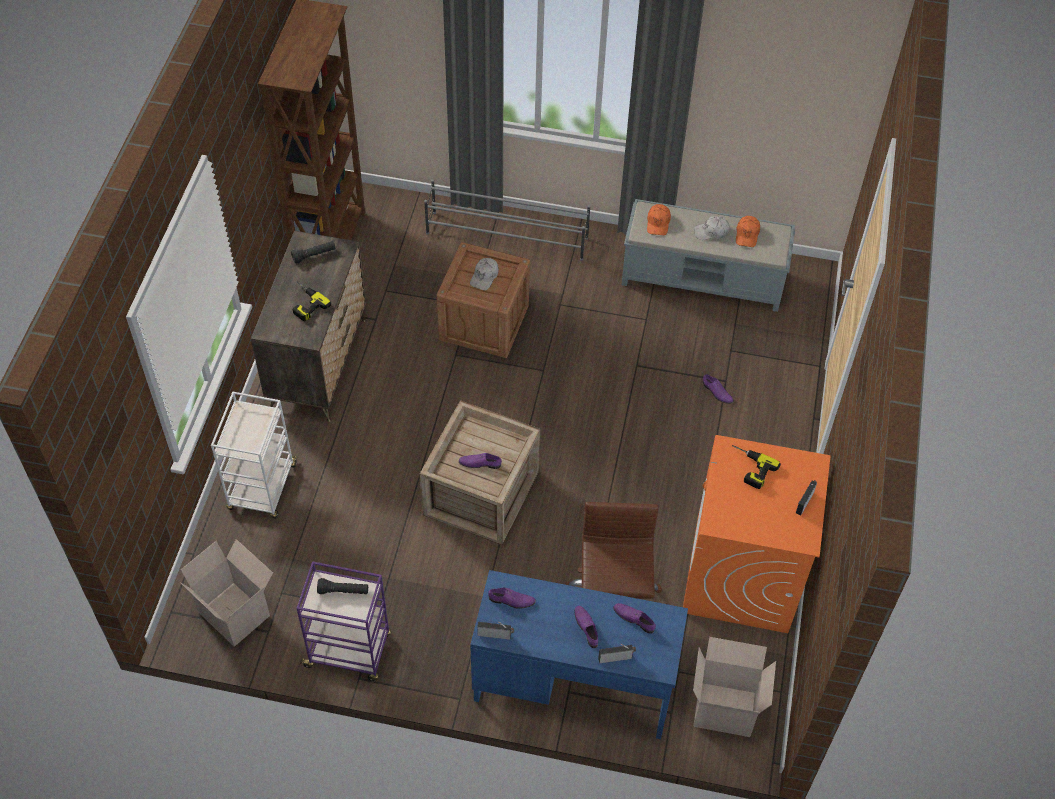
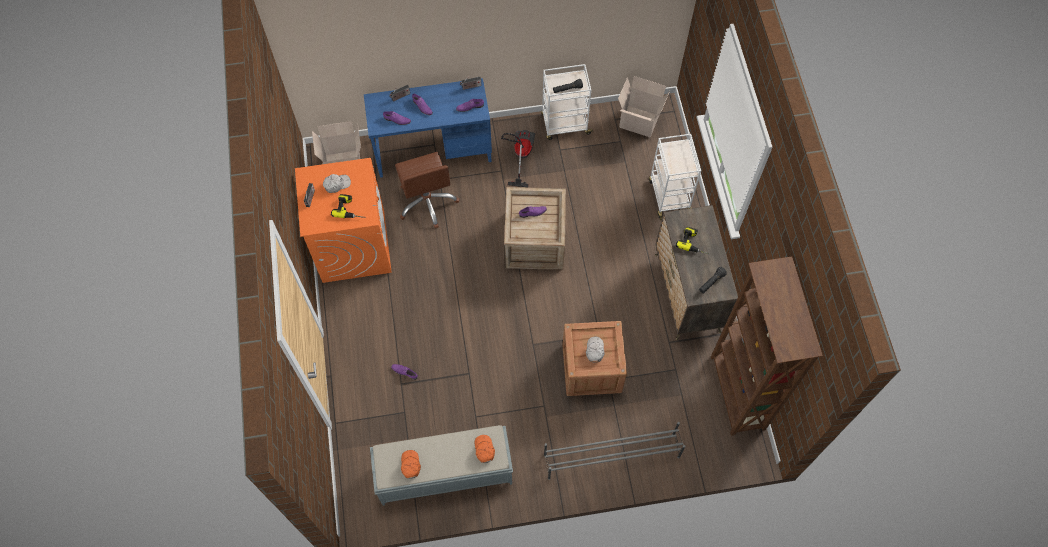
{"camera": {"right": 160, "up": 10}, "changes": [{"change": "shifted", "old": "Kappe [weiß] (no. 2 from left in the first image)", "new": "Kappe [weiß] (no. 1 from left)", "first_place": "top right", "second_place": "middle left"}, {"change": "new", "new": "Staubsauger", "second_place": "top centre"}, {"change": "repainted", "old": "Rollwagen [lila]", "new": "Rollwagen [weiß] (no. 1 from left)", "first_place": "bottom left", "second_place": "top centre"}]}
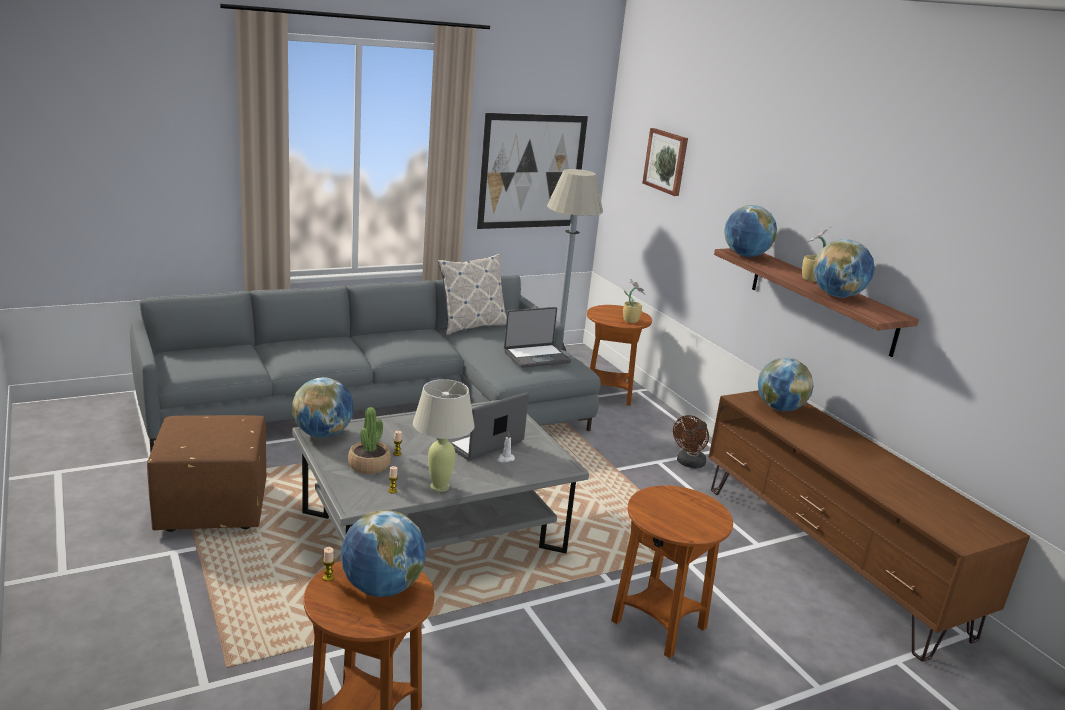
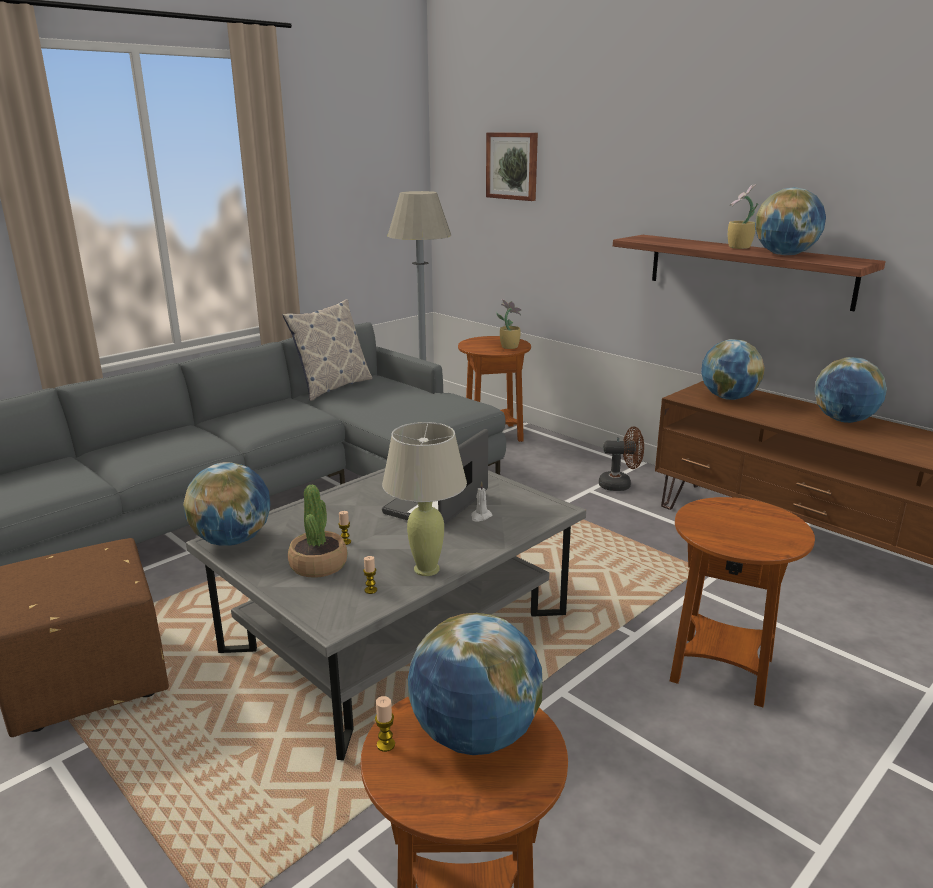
{"camera": {"right": -15, "up": 0}, "changes": [{"change": "rotated", "old": "Ventilator [braun]", "first_place": "centre", "second_place": "centre", "degrees": -105}, {"change": "shifted", "old": "Globus (no. 3 from left in the first image)", "new": "Globus (no. 5 from left)", "first_place": "top right", "second_place": "middle right"}, {"change": "gone", "old": "Bild (no. 1 from left)", "first_place": "top centre"}, {"change": "gone", "old": "Laptop (no. 2 from left)", "first_place": "centre"}]}
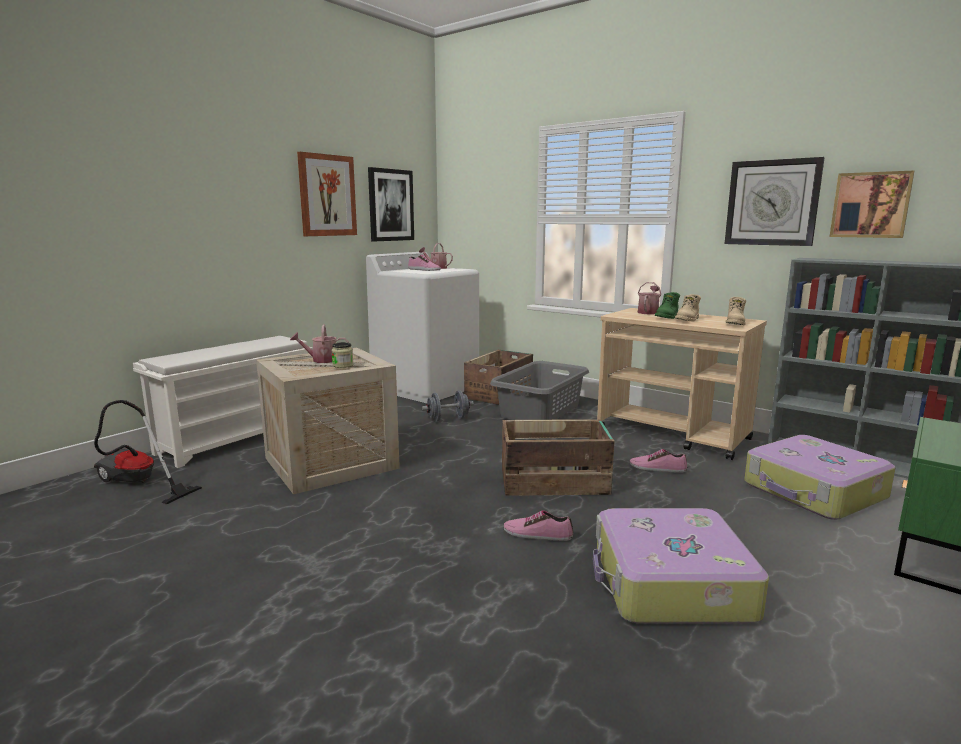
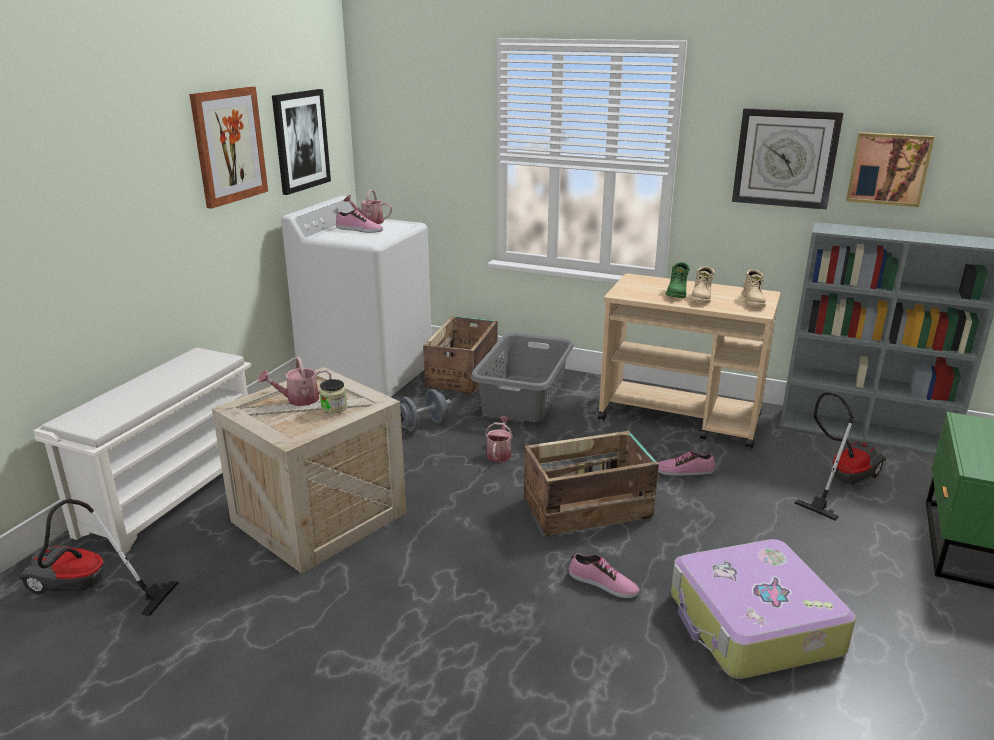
{"camera": {"right": -15, "up": 10}, "changes": [{"change": "shifted", "old": "Gießkanne (no. 3 from left)", "first_place": "middle right", "second_place": "centre"}, {"change": "rotated", "old": "Schuh (no. 2 from left)", "first_place": "bottom centre", "second_place": "bottom centre", "degrees": -150}, {"change": "swapped", "old": "Koffer (no. 2 from left)", "new": "Staubsauger (no. 2 from left)", "first_place": "middle right", "second_place": "middle right"}]}
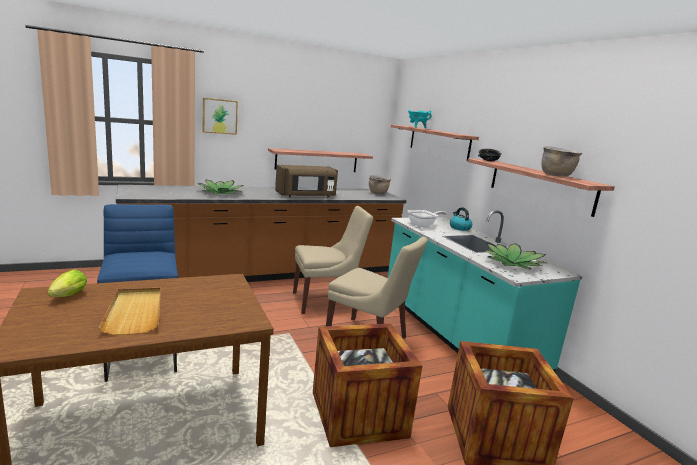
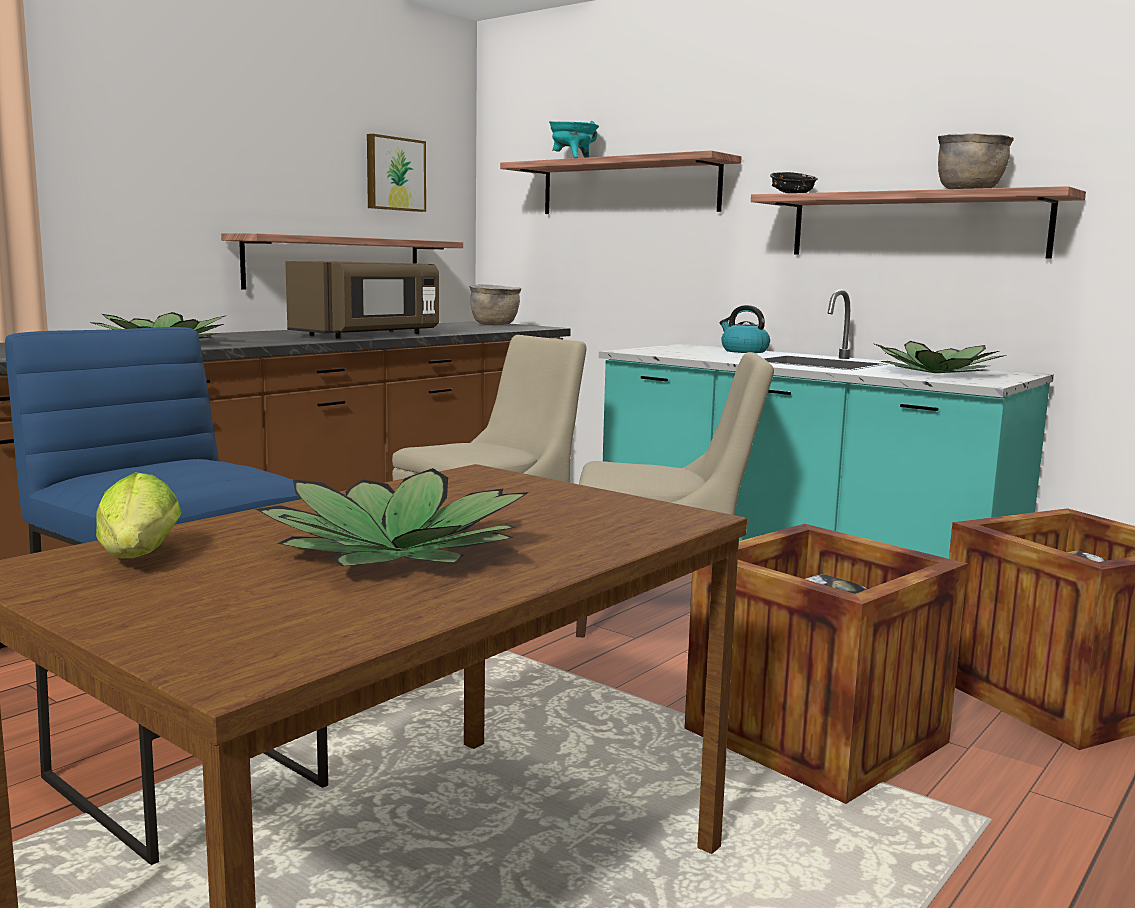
{"camera": {"right": -25, "up": -5}, "changes": [{"change": "swapped", "old": "Tablett [beige]", "new": "Topfpflanze (no. 2 from left)", "first_place": "bottom left", "second_place": "centre"}, {"change": "shifted", "old": "Bild", "first_place": "top left", "second_place": "top centre"}, {"change": "gone", "old": "Pfanne", "first_place": "centre"}]}
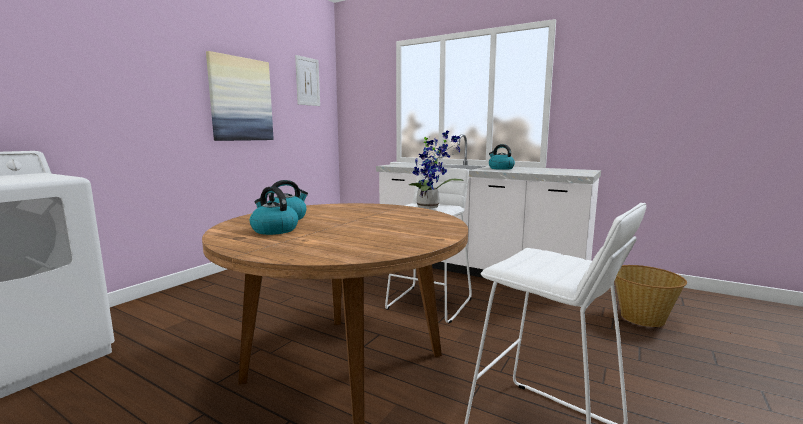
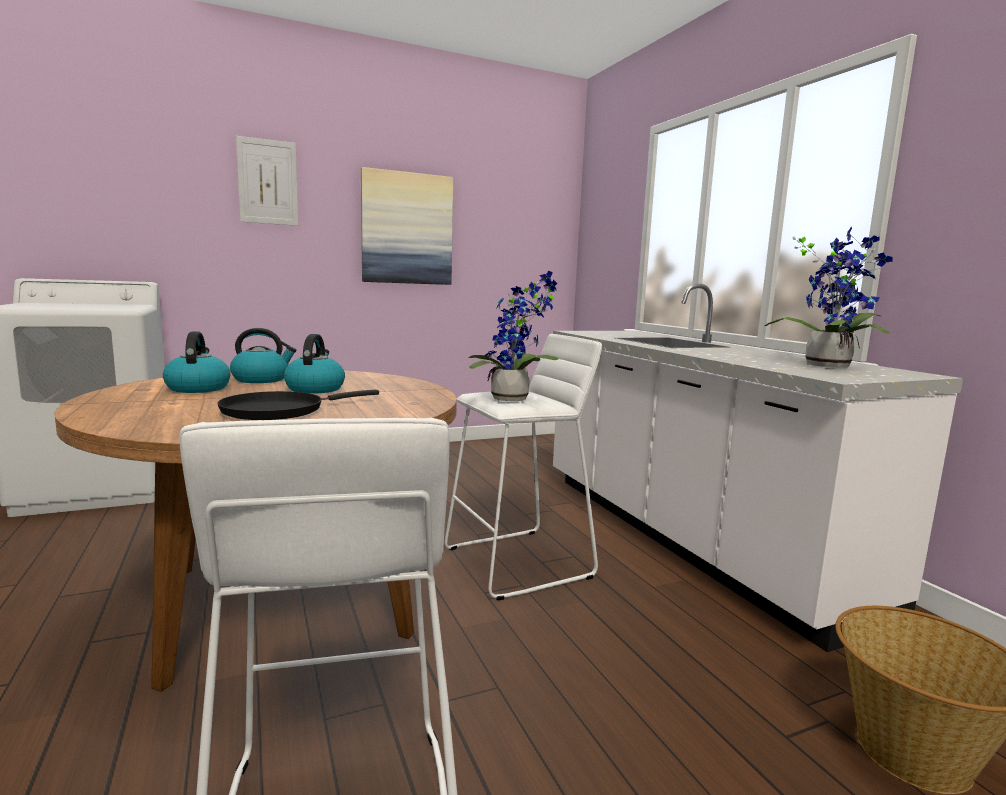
{"camera": {"right": 35, "up": 0}, "changes": [{"change": "new", "new": "Pfanne [schwarz]", "second_place": "middle left"}, {"change": "shifted", "old": "Bild (no. 2 from left in the first image)", "new": "Bild (no. 1 from left)", "first_place": "top centre", "second_place": "top left"}, {"change": "shifted", "old": "Wasserkessel (no. 3 from left)", "first_place": "centre", "second_place": "middle left"}, {"change": "new", "new": "Topfpflanze (no. 2 from left)", "second_place": "middle right"}]}
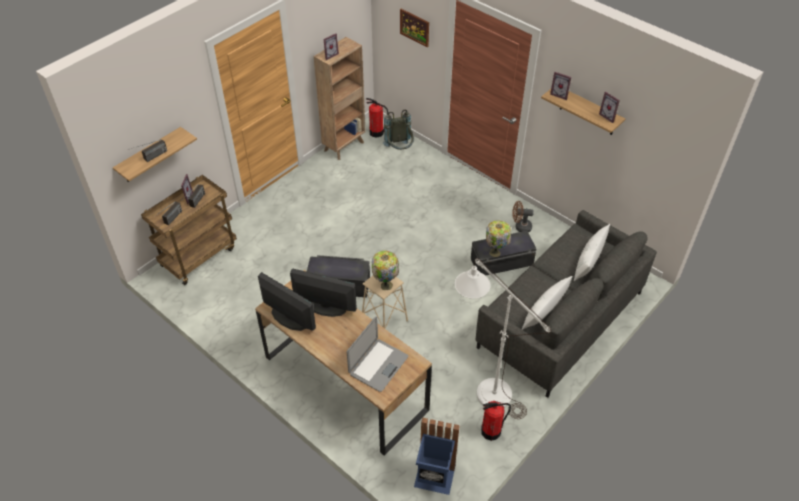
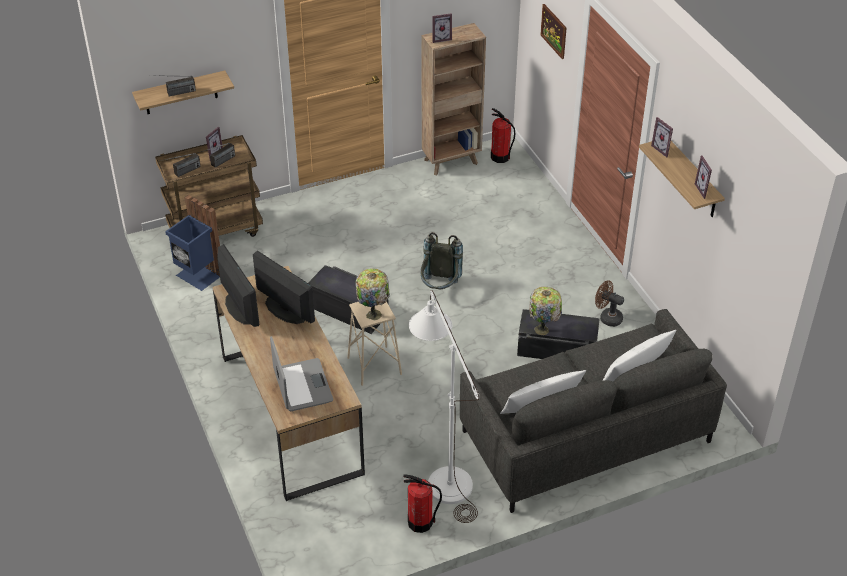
{"camera": {"right": 25, "up": -5}, "changes": [{"change": "shifted", "old": "Mülleimer [blau]", "first_place": "bottom centre", "second_place": "middle left"}, {"change": "rotated", "old": "Laptop", "first_place": "bottom centre", "second_place": "centre", "degrees": -75}, {"change": "shifted", "old": "Rucksack [grau]", "first_place": "top centre", "second_place": "centre"}]}
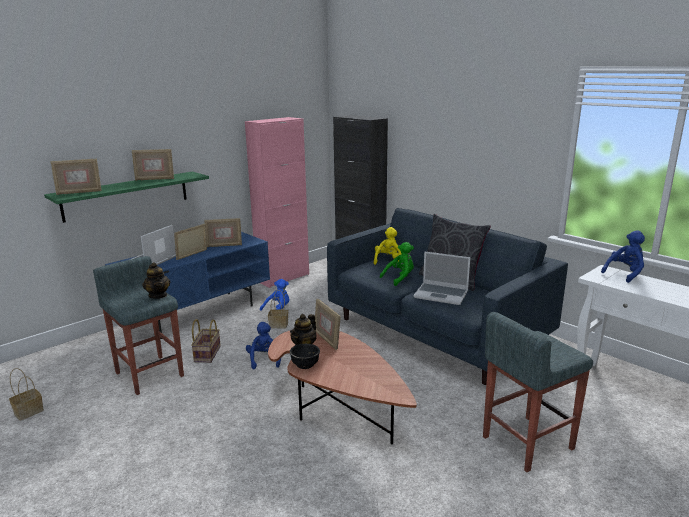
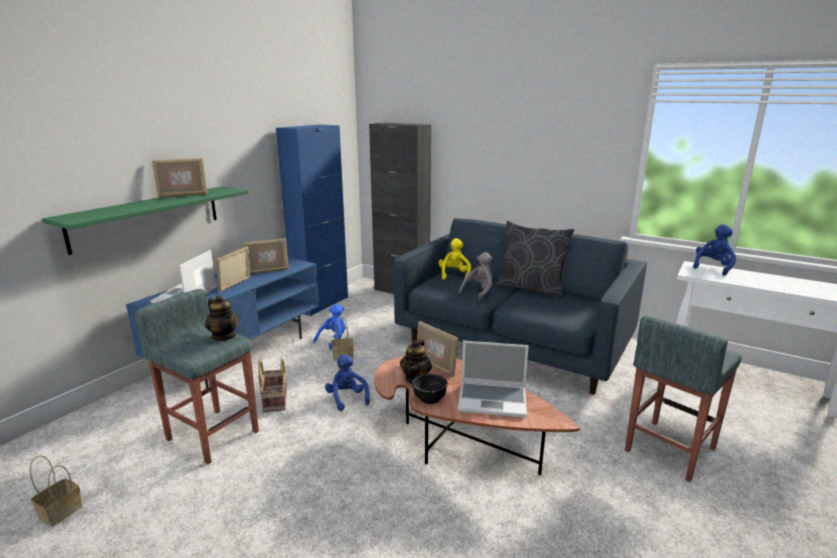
{"camera": {"right": -15, "up": 0}, "changes": [{"change": "repainted", "old": "Schrank [rosa]", "new": "Schrank [blau]", "first_place": "centre", "second_place": "centre"}, {"change": "shifted", "old": "Laptop (no. 2 from left)", "first_place": "centre", "second_place": "bottom centre"}, {"change": "repainted", "old": "Plüschtier [grün]", "new": "Plüschtier [grau]", "first_place": "centre", "second_place": "centre"}, {"change": "gone", "old": "Bilderrahmen (no. 1 from left)", "first_place": "middle left"}]}
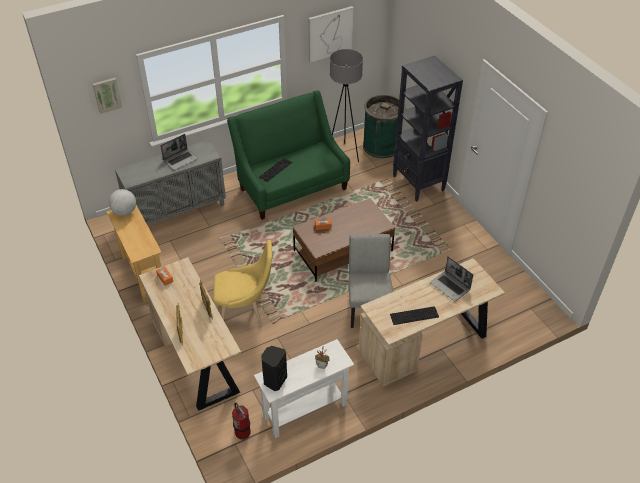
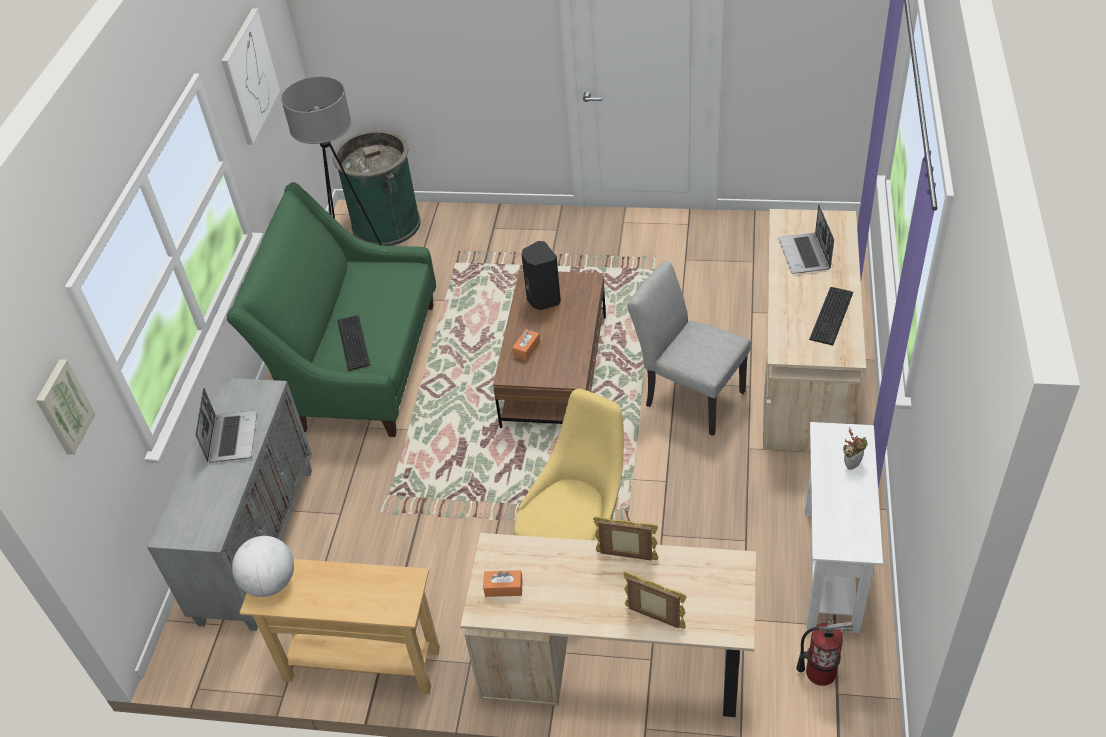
{"camera": {"right": -50, "up": 0}, "changes": [{"change": "shifted", "old": "Lautsprecher [schwarz]", "first_place": "bottom centre", "second_place": "centre"}, {"change": "rotated", "old": "Laptop (no. 2 from left)", "first_place": "middle right", "second_place": "top right", "degrees": 90}, {"change": "gone", "old": "Bücherregal [schwarz]", "first_place": "top right"}]}
